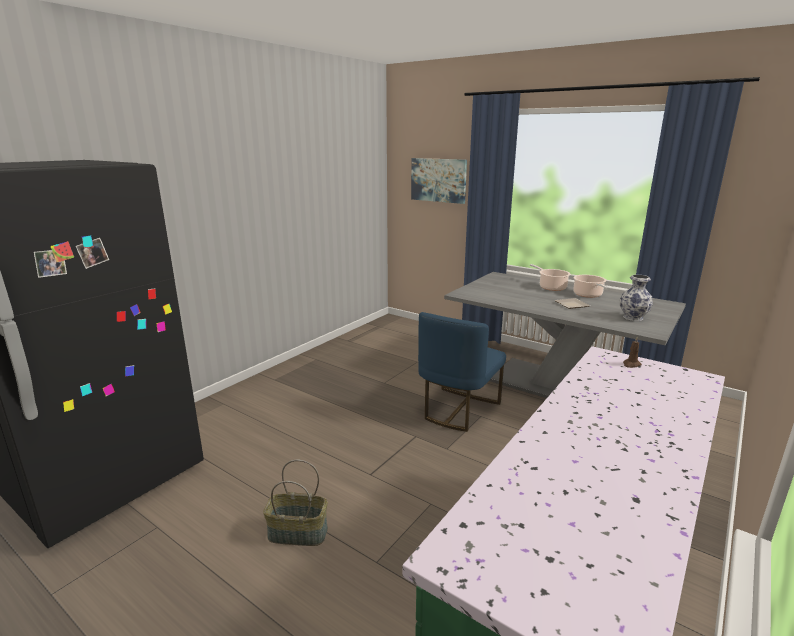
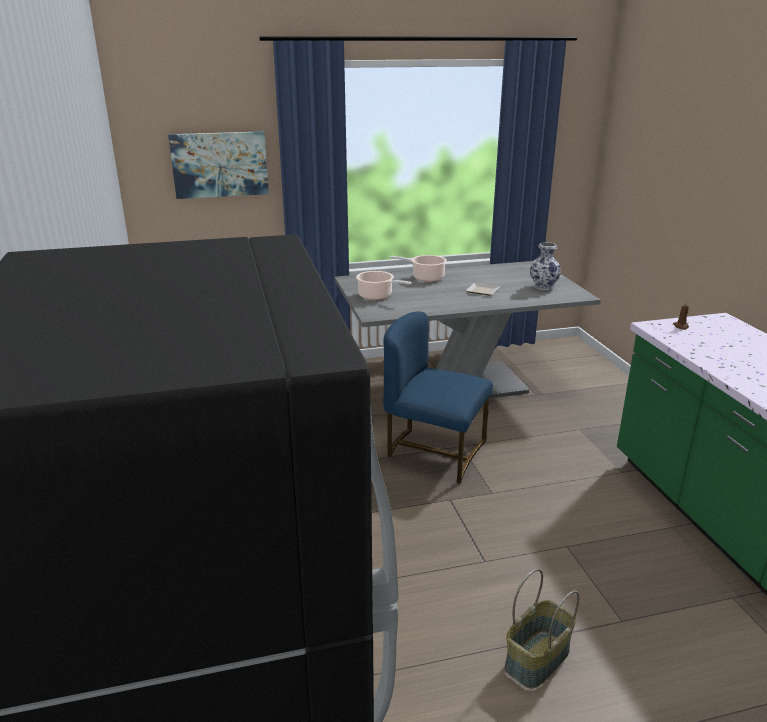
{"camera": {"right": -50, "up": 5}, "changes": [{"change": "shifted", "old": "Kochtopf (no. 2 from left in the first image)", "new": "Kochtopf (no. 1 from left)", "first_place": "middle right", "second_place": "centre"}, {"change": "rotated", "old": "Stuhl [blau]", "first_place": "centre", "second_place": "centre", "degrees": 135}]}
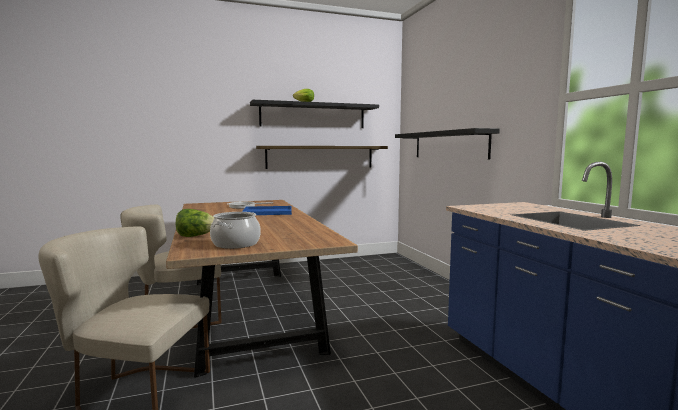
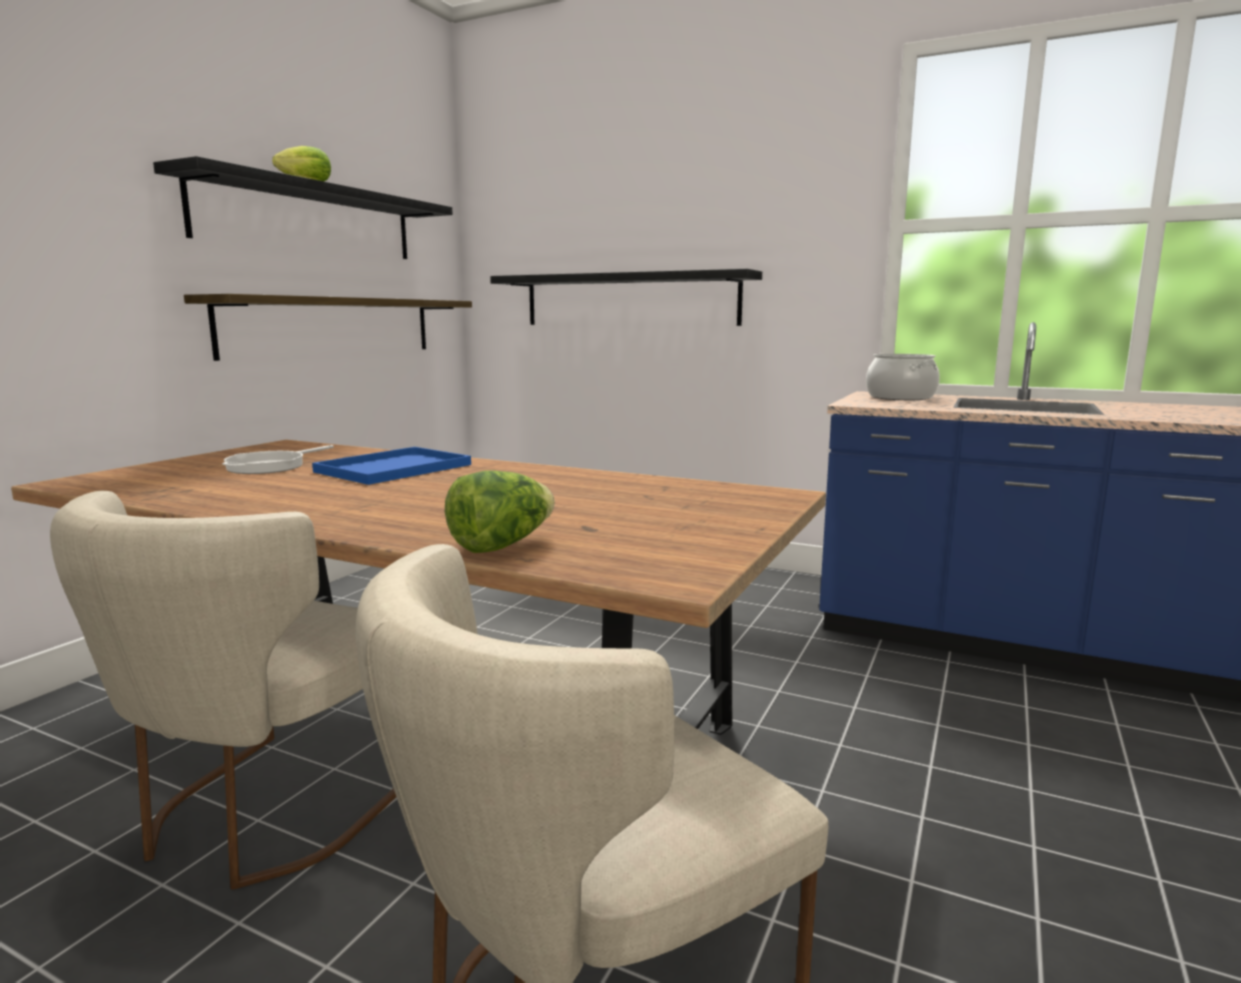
{"camera": {"right": -45, "up": 5}, "changes": [{"change": "shifted", "old": "Kochtopf", "first_place": "centre", "second_place": "middle right"}]}
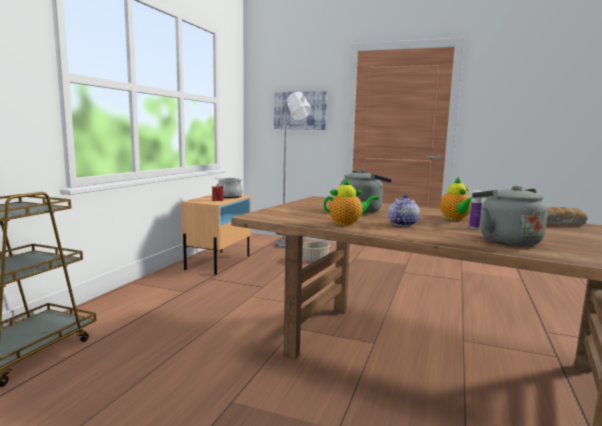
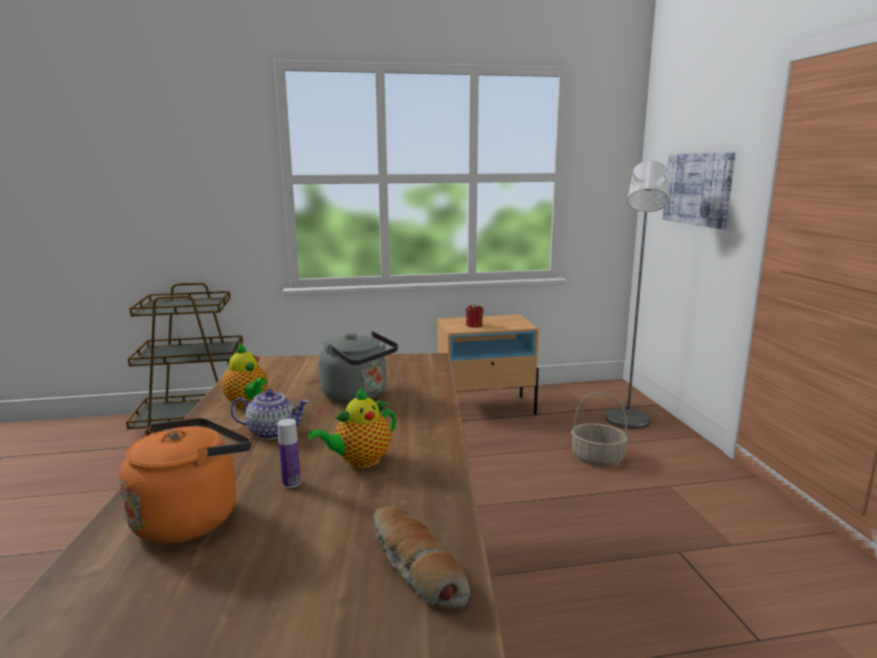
{"camera": {"right": 60, "up": 5}, "changes": [{"change": "repainted", "old": "Wasserkessel [grau] (no. 2 from left)", "new": "Wasserkessel [orange]", "first_place": "middle right", "second_place": "bottom left"}, {"change": "gone", "old": "Kochtopf", "first_place": "centre"}]}
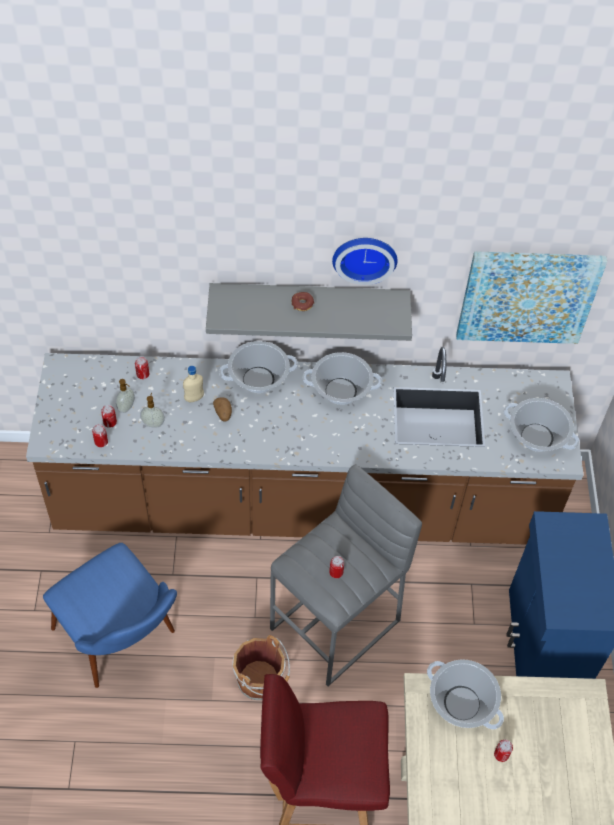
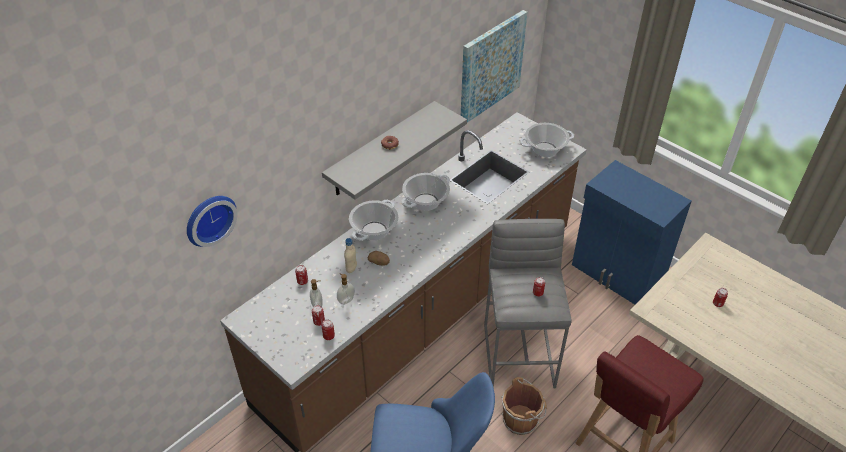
{"camera": {"right": -45, "up": -10}, "changes": [{"change": "shifted", "old": "Wanduhr", "first_place": "top centre", "second_place": "middle left"}, {"change": "gone", "old": "Kochtopf (no. 3 from left)", "first_place": "bottom right"}]}
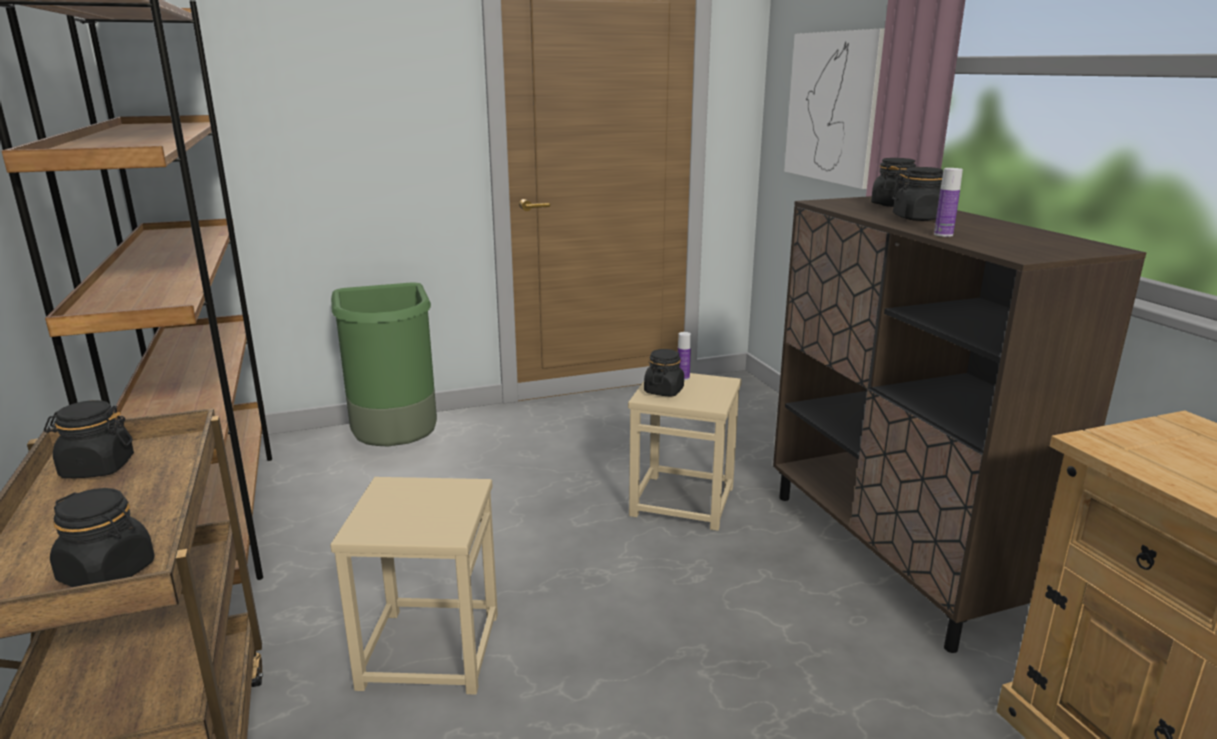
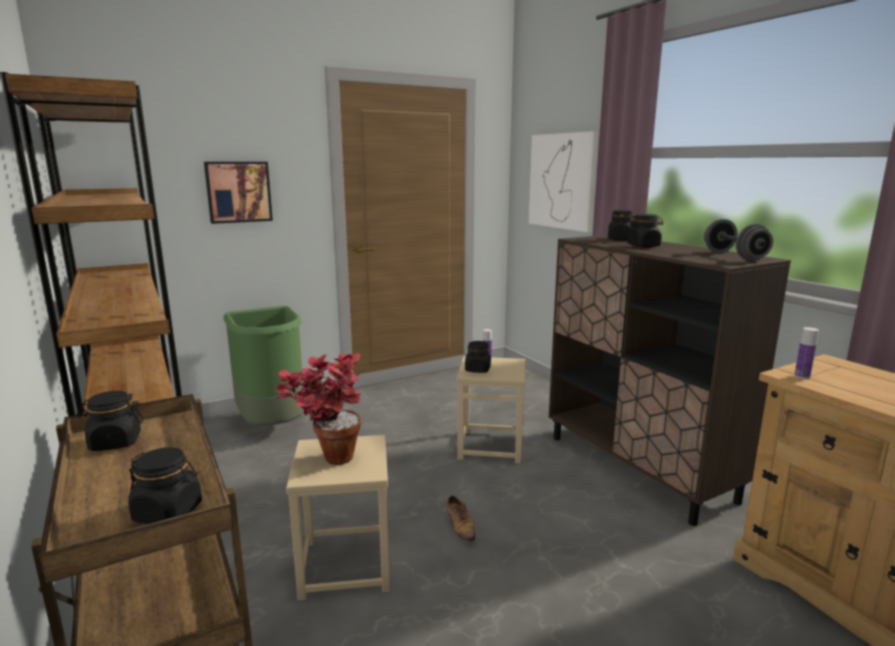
{"camera": {"right": -10, "up": -5}, "changes": [{"change": "new", "new": "Bild (no. 1 from left)", "second_place": "top left"}, {"change": "new", "new": "Topfpflanze", "second_place": "centre"}, {"change": "new", "new": "Schuh", "second_place": "bottom centre"}, {"change": "new", "new": "Hantel [grau]", "second_place": "middle right"}, {"change": "shifted", "old": "Flasche (no. 2 from left)", "first_place": "top right", "second_place": "middle right"}]}
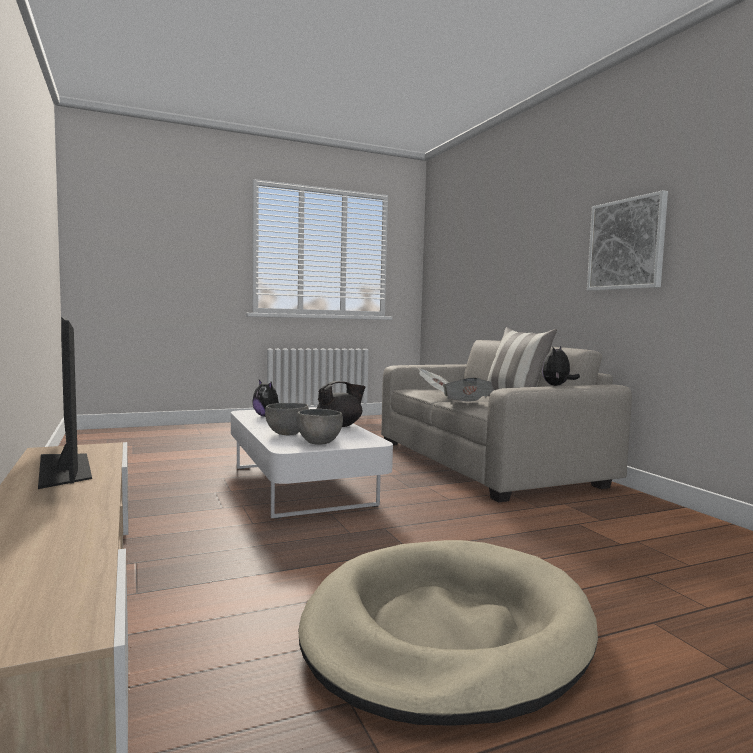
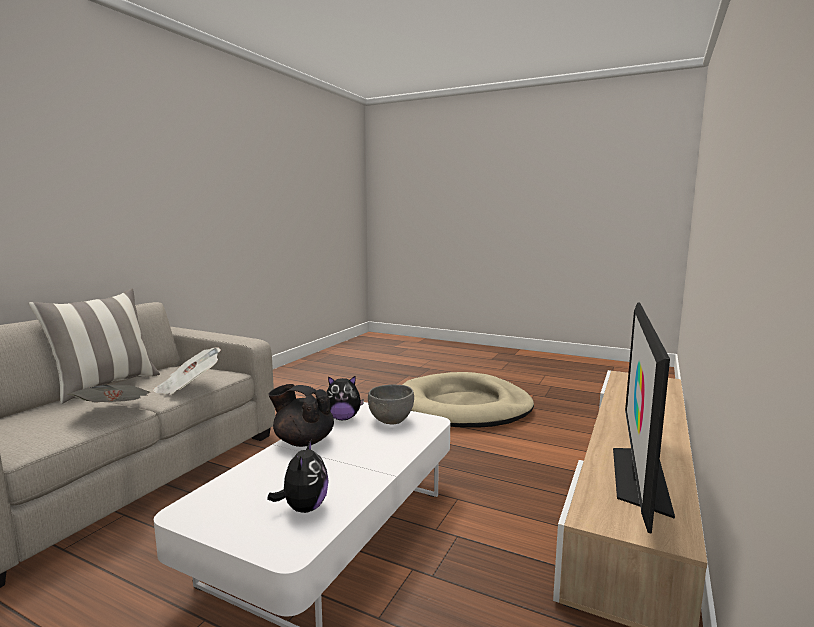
{"camera": {"right": -130, "up": 5}, "changes": [{"change": "shifted", "old": "Plüschtier (no. 2 from left)", "first_place": "middle right", "second_place": "centre"}, {"change": "gone", "old": "Schüssel [grau] (no. 1 from left)", "first_place": "centre"}, {"change": "gone", "old": "Bild", "first_place": "top right"}]}
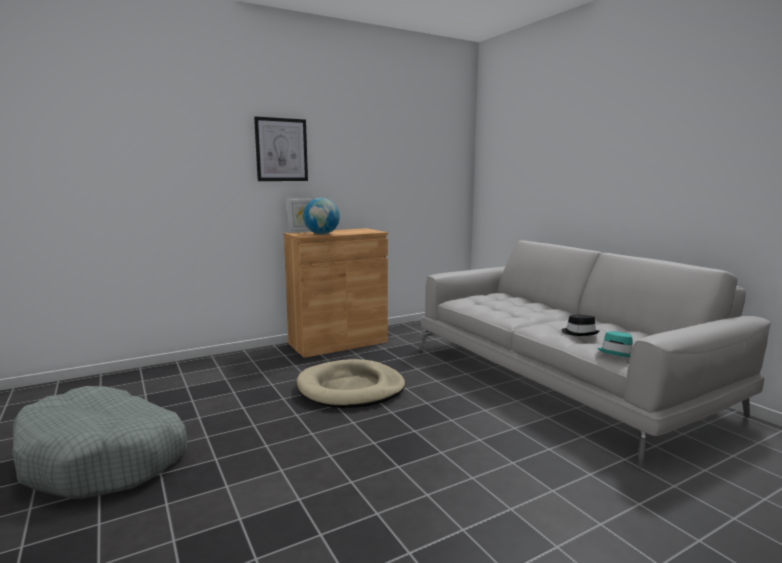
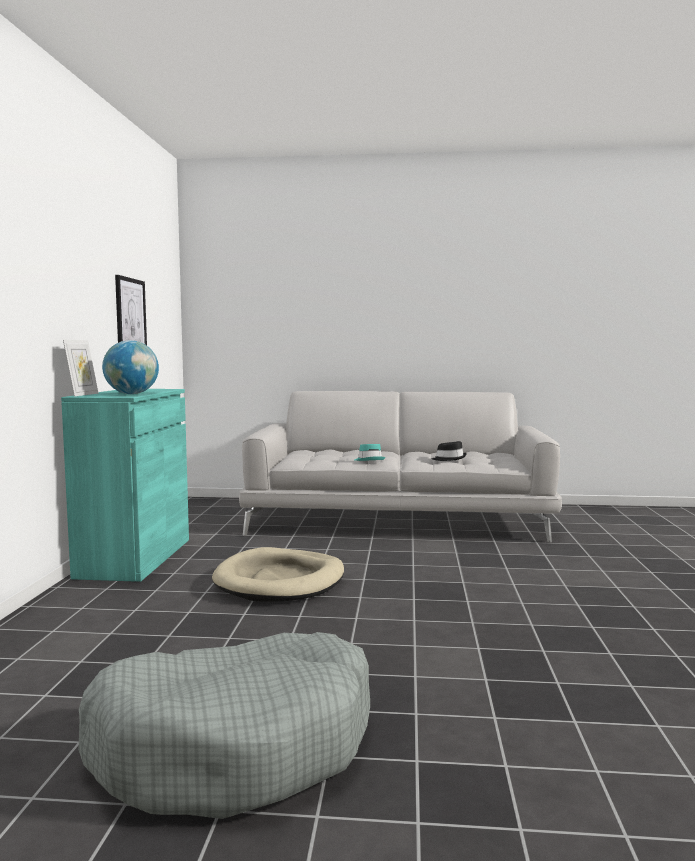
{"camera": {"right": -55, "up": -5}, "changes": [{"change": "repainted", "old": "Schrank [braun]", "new": "Schrank [türkis]", "first_place": "centre", "second_place": "middle left"}, {"change": "shifted", "old": "Bild", "first_place": "top centre", "second_place": "middle left"}, {"change": "shifted", "old": "Hut [türkis]", "first_place": "middle right", "second_place": "centre"}]}
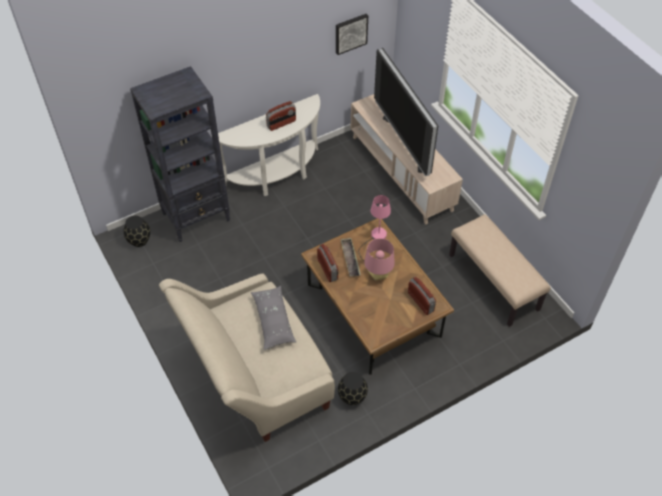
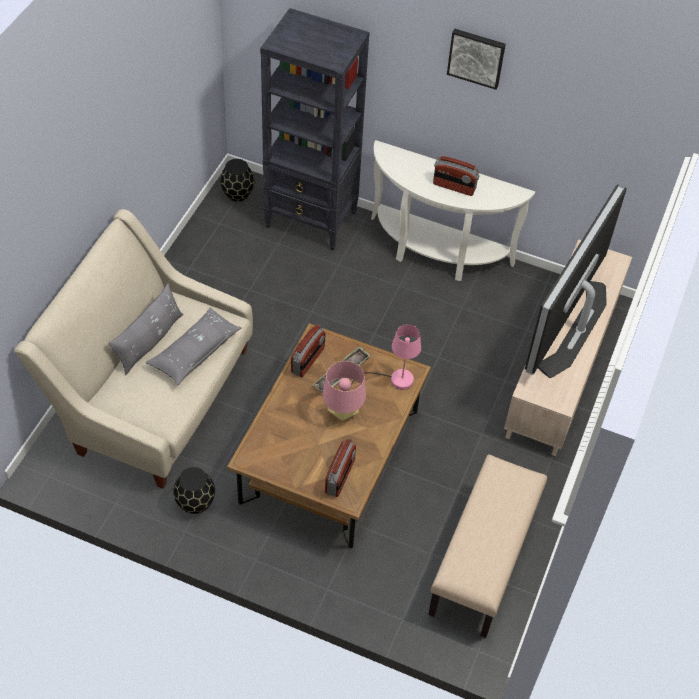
{"camera": {"right": 50, "up": 0}, "changes": [{"change": "new", "new": "Kissen [grau] (no. 1 from left)", "second_place": "middle left"}, {"change": "shifted", "old": "Bild", "first_place": "top centre", "second_place": "top right"}]}
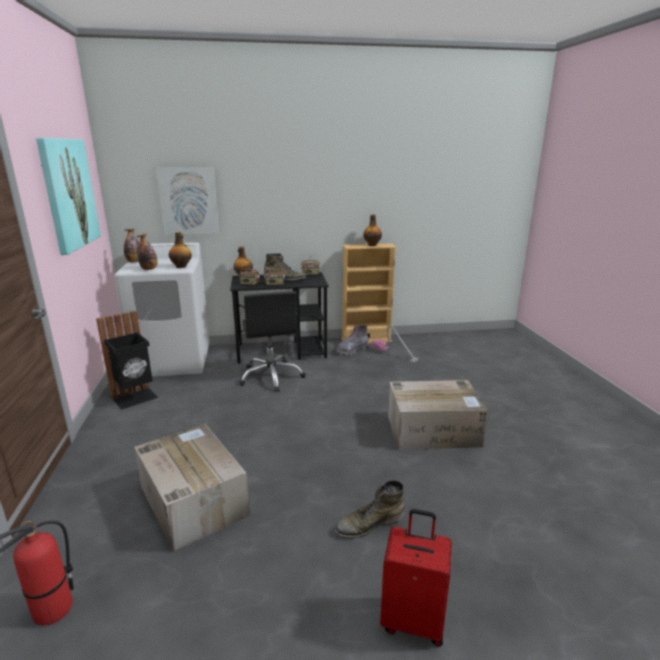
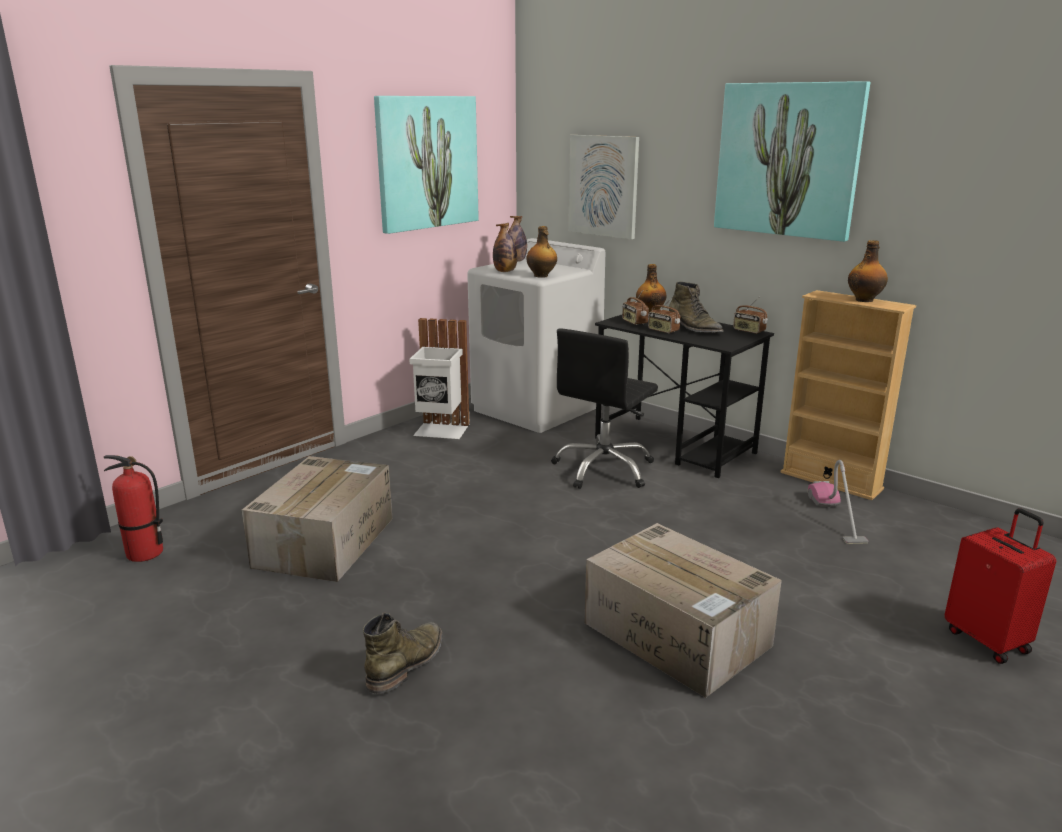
{"camera": {"right": 50, "up": 0}, "changes": [{"change": "rotated", "old": "Stiefel [grün] (no. 2 from left in the first image)", "first_place": "bottom centre", "second_place": "bottom centre", "degrees": 90}, {"change": "repainted", "old": "Mülleimer [schwarz]", "new": "Mülleimer [weiß]", "first_place": "middle left", "second_place": "centre"}, {"change": "new", "new": "Bild (no. 3 from left)", "second_place": "top right"}, {"change": "shifted", "old": "Koffer [rot]", "first_place": "bottom centre", "second_place": "bottom right"}, {"change": "gone", "old": "Stiefel [grau]", "first_place": "centre"}]}
